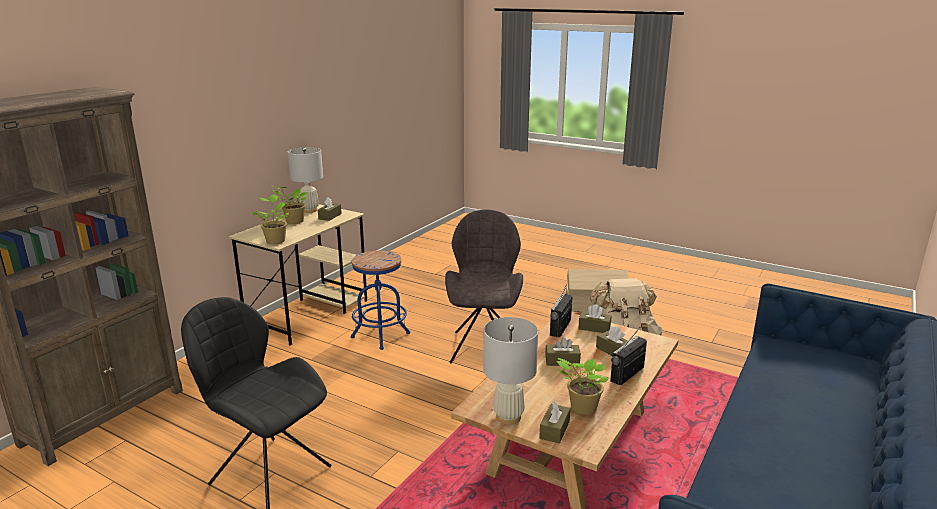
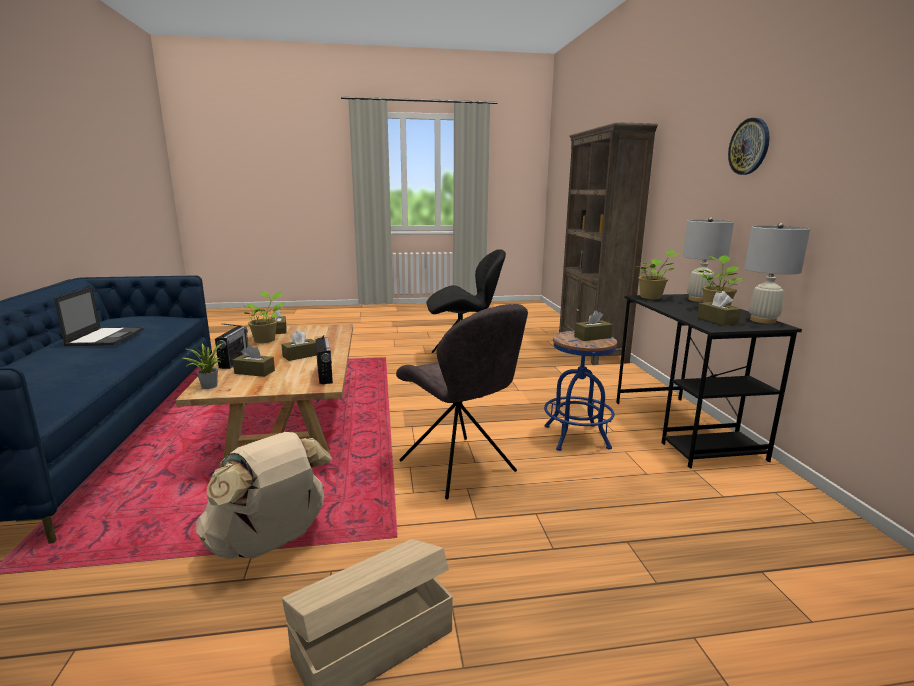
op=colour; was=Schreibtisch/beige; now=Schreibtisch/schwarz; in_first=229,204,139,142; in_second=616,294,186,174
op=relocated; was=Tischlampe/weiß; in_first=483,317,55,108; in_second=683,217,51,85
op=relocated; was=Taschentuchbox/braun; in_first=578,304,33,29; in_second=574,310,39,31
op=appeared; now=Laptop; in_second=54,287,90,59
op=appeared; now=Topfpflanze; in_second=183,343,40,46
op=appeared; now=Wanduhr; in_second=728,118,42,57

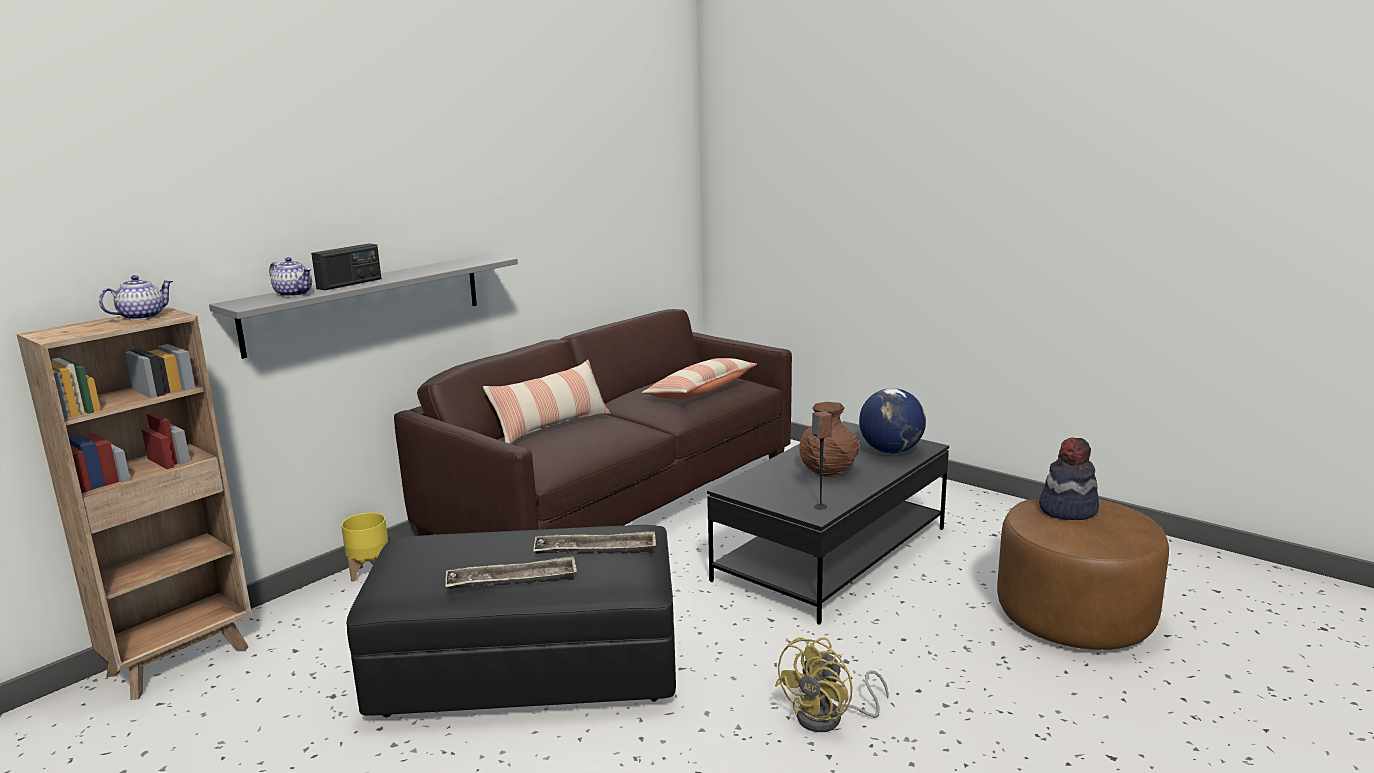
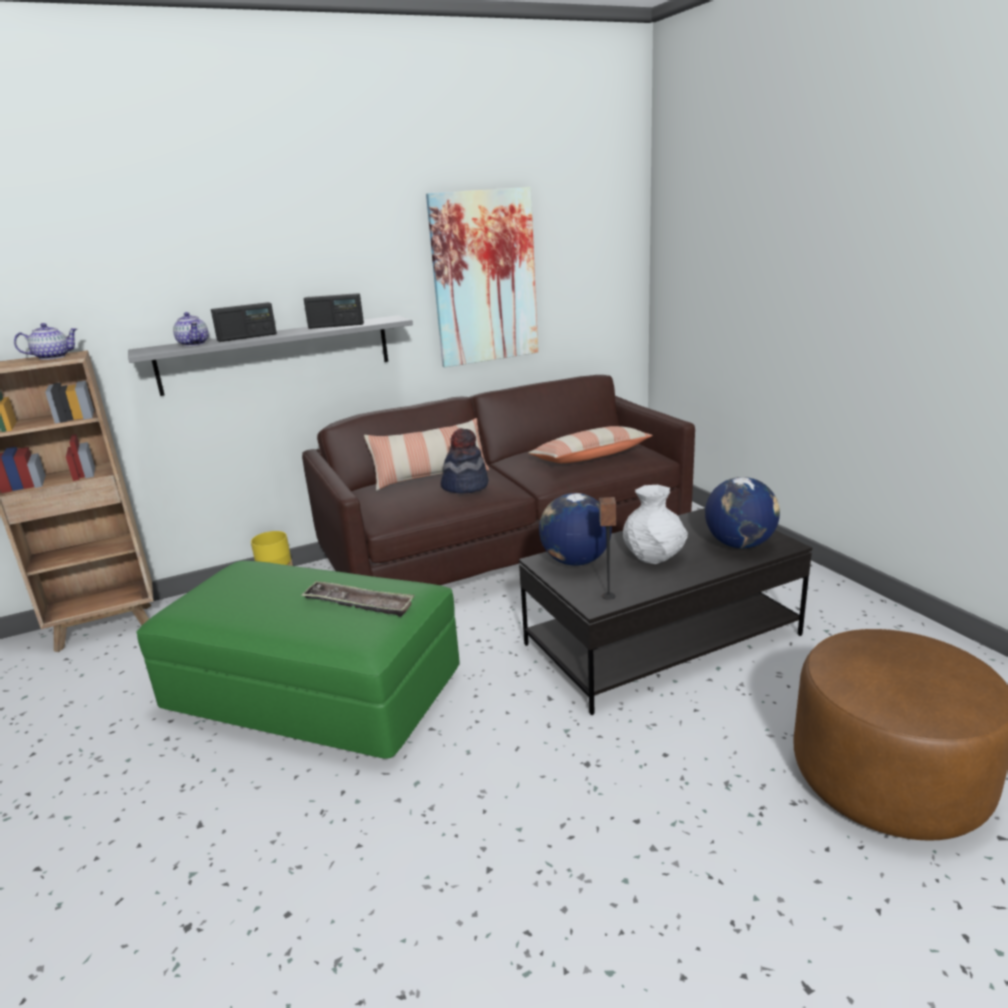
op=colour; was=Polsterhocker/schwarz; now=Polsterhocker/grün; in_first=346,525,330,192; in_second=136,561,324,198
op=missing; was=Tablett; in_first=445,556,132,33
op=missing; was=Ventilator/gelb; in_first=775,637,114,95
op=colour; was=Vase/braun; now=Vase/weiß; in_first=799,402,61,74; in_second=623,485,65,79
op=relocated; was=Hut; in_first=1039,437,60,83; in_second=441,428,48,66
op=appeared; now=Radio; in_second=304,293,60,36
op=appeared; now=Bild; in_second=426,187,112,180
op=appeared; now=Globus; in_second=539,493,73,73

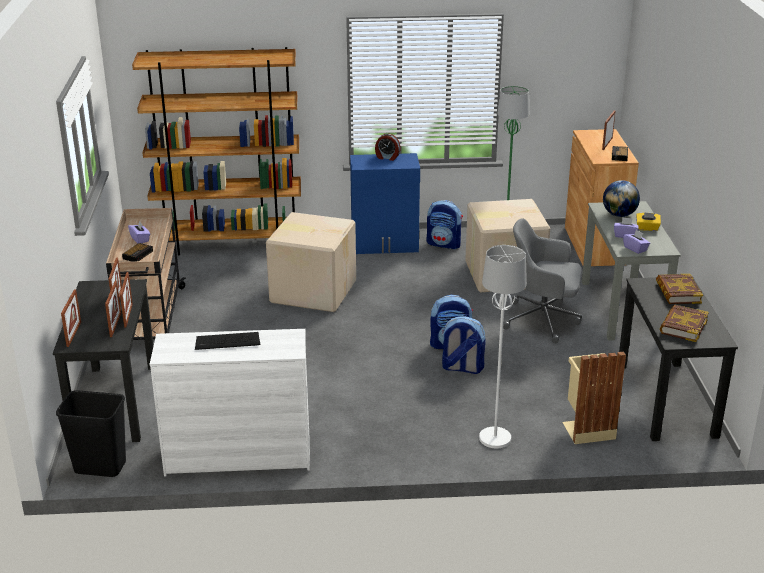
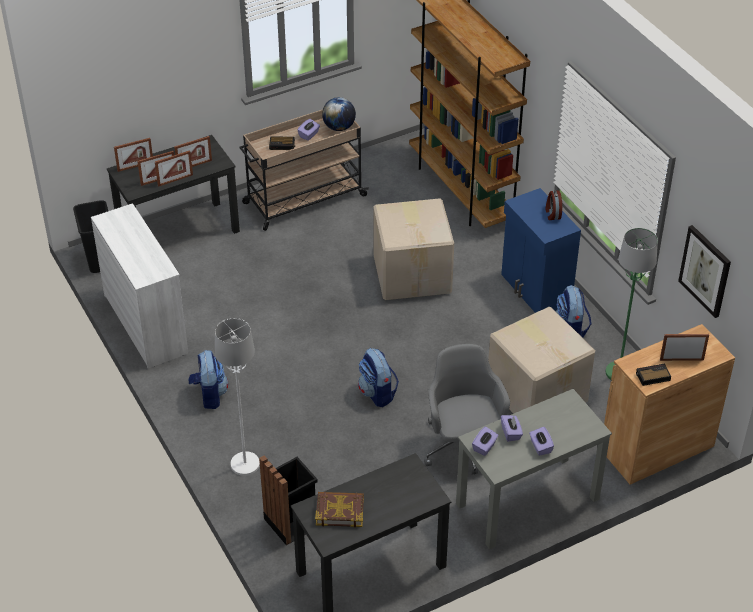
op=missing; was=Tastatur; in_first=195,332,66,18
op=relocated; was=Rucksack; in_first=442,316,44,58; in_second=188,350,40,59
op=colour; was=Mülleimer/beige; now=Mülleimer/schwarz; in_first=562,352,64,92; in_second=259,456,59,89
op=relocated; was=Globus; in_first=603,180,37,37; in_second=322,97,34,34
op=colour; was=Taschentuchbox/gelb; now=Taschentuchbox/lila; in_first=636,212,25,19; in_second=529,427,25,29
op=missing; was=Buch; in_first=656,274,47,30
op=appeared; now=Bild; in_second=678,225,53,93

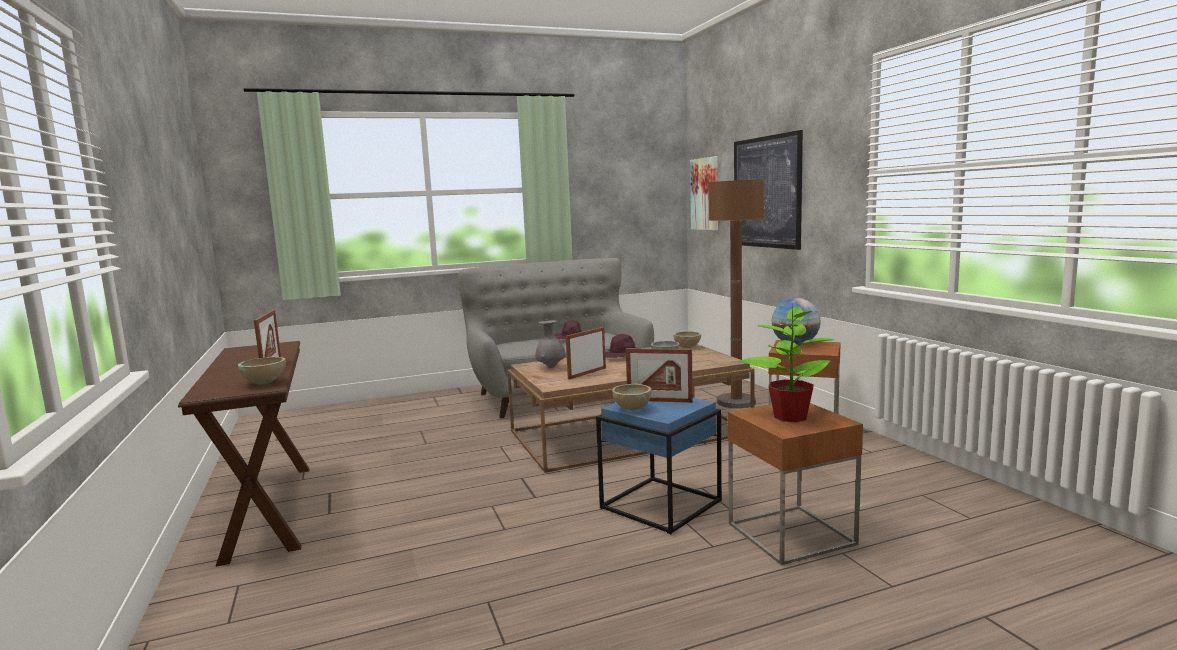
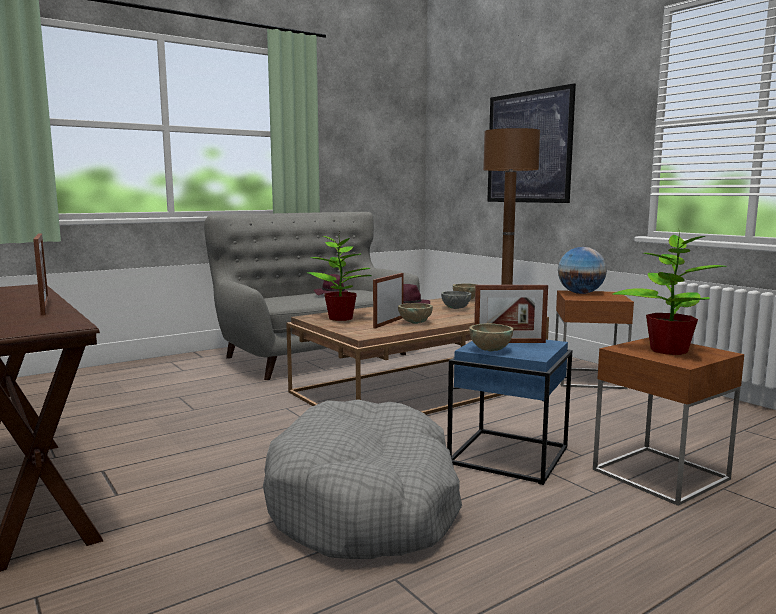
op=relocated; was=Schüssel/beige; in_first=238,357,48,27; in_second=398,303,35,21
op=exchanged; was=Vase/grau; now=Topfpflanze; in_first=535,320,31,48; in_second=307,232,65,89
op=missing; was=Bild; in_first=690,156,28,74
op=appeared; now=Hundebett/grau; in_second=263,399,199,160

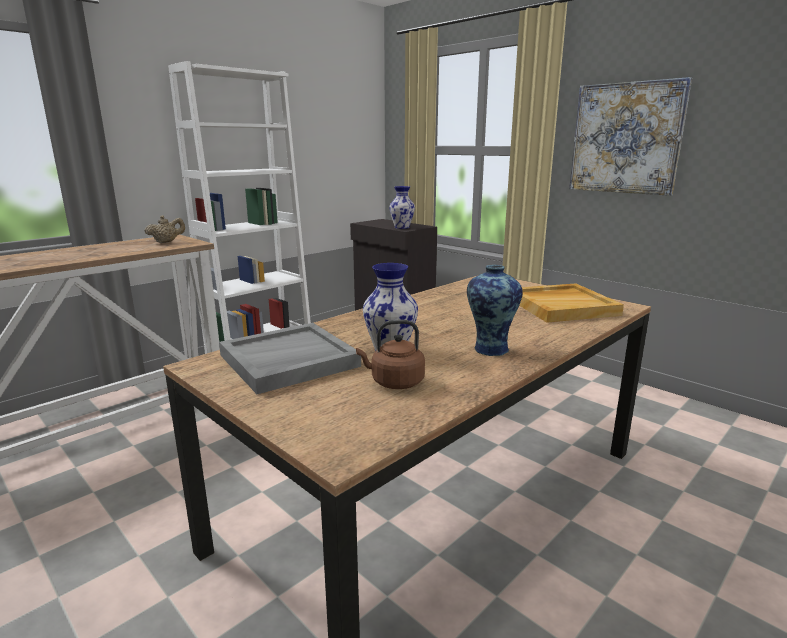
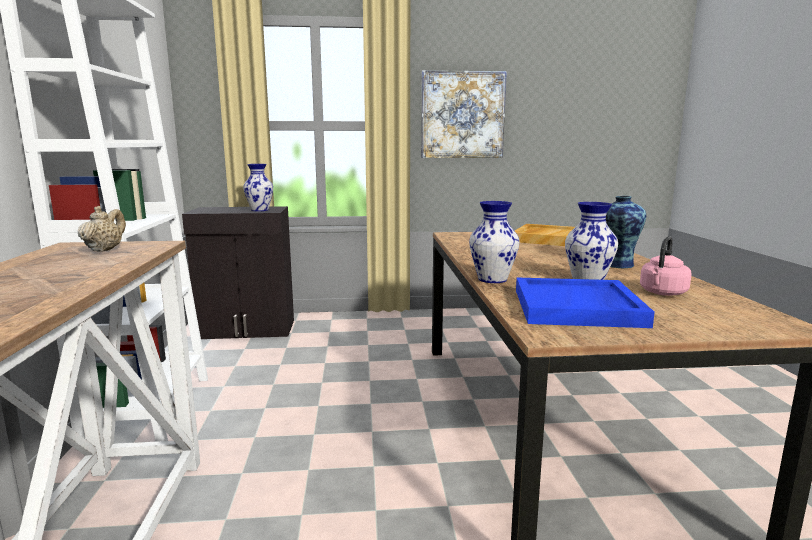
op=colour; was=Tablett/grau; now=Tablett/blau; in_first=219,323,142,71; in_second=516,278,139,50
op=colour; was=Wasserkessel/braun; now=Wasserkessel/rosa; in_first=356,320,69,69; in_second=640,236,51,60
op=appeared; now=Vase; in_second=469,201,51,82

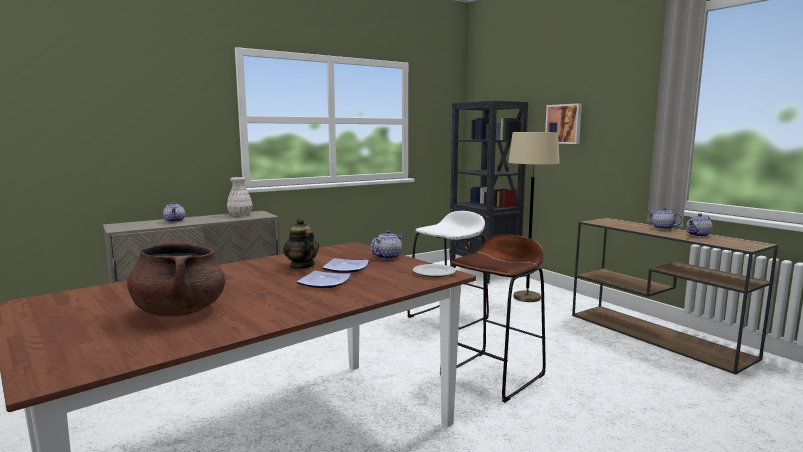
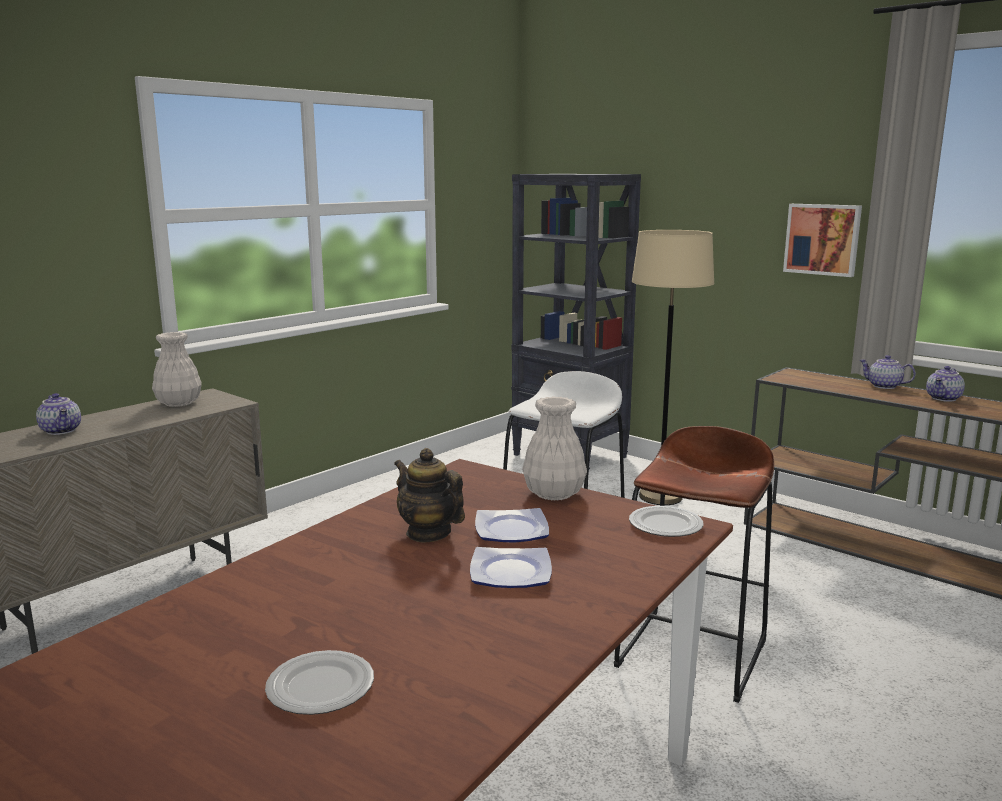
op=exchanged; was=Kochtopf/braun; now=Teller; in_first=127,240,98,77; in_second=265,650,109,65
op=exchanged; was=Teekanne; now=Vase/weiß; in_first=371,230,33,30; in_second=522,396,65,105
op=relocated; was=Bild; in_first=545,103,37,41; in_second=783,204,79,73

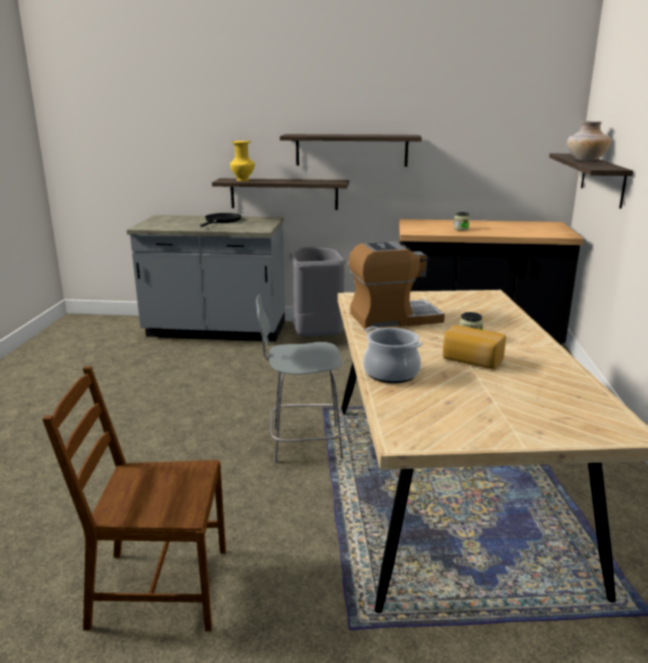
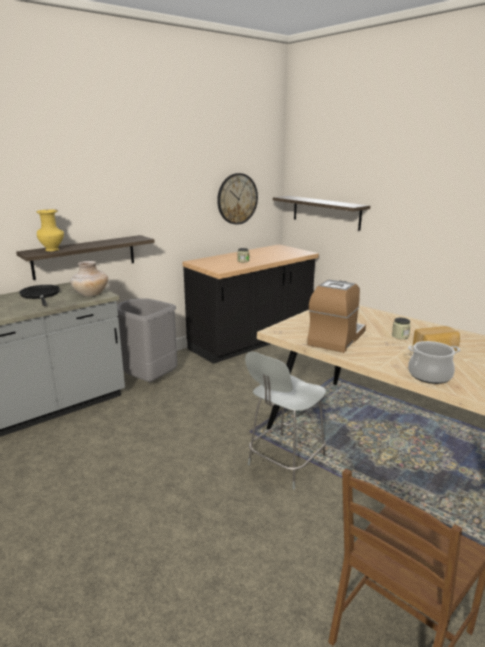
op=missing; was=Wandregal; in_first=280,134,142,33
op=relocated; was=Vase/beige; in_first=567,121,44,40; in_second=70,261,38,36
op=appeared; now=Wanduhr; in_second=217,173,41,52

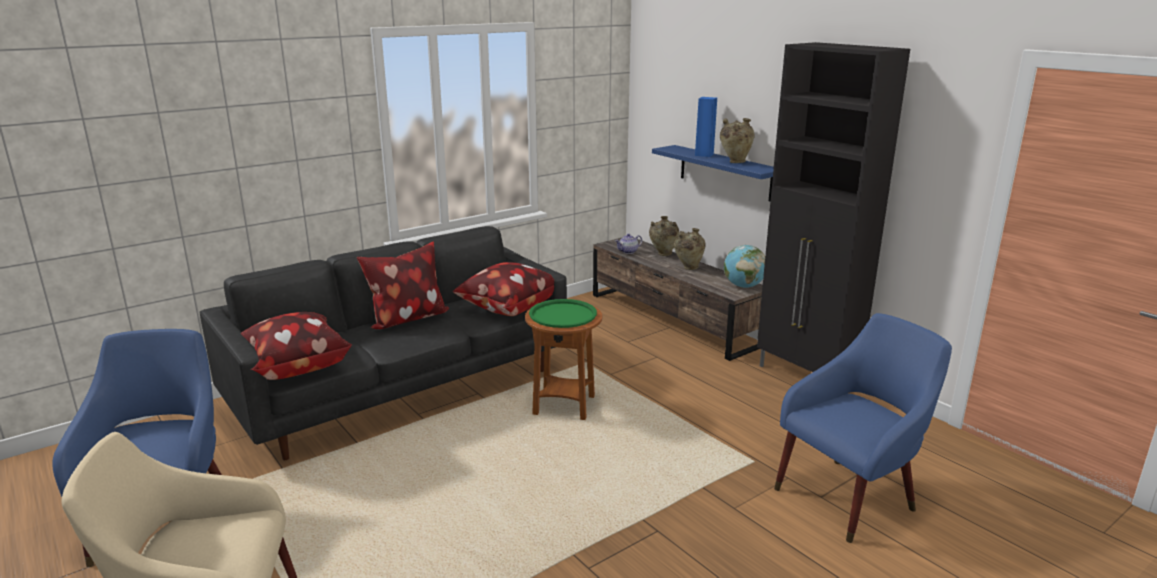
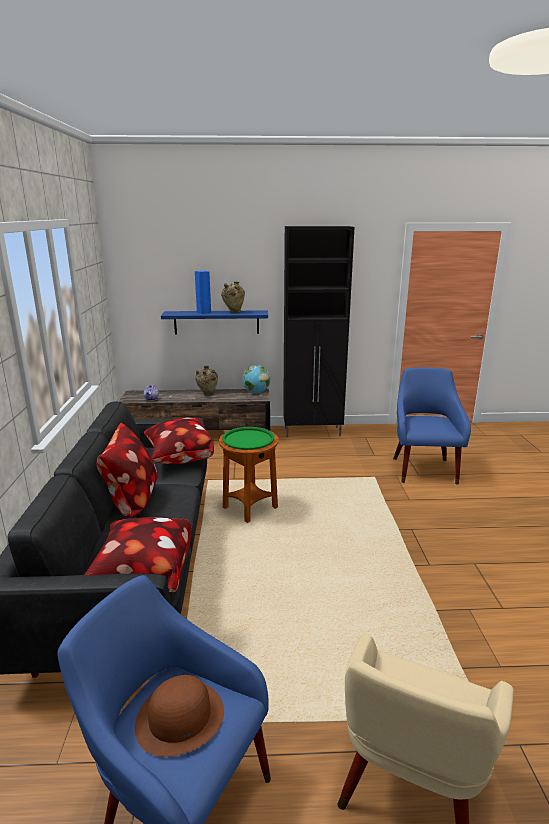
op=missing; was=Vase/beige; in_first=649,216,30,40
op=appeared; now=Hut/braun; in_second=135,675,89,82

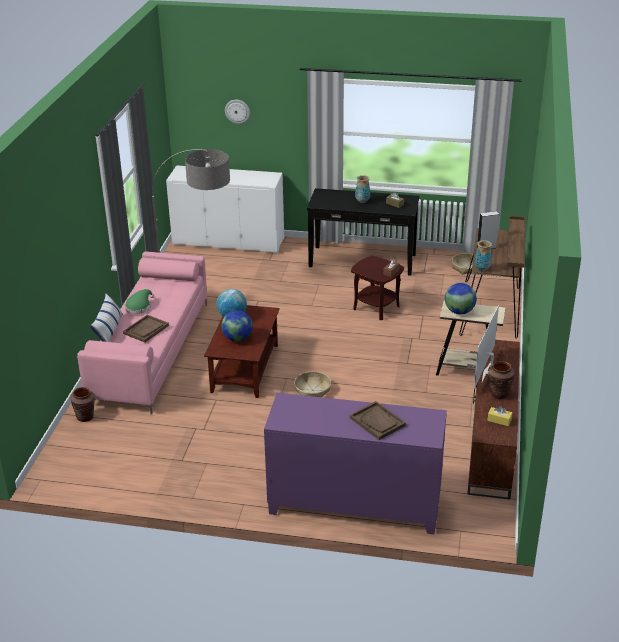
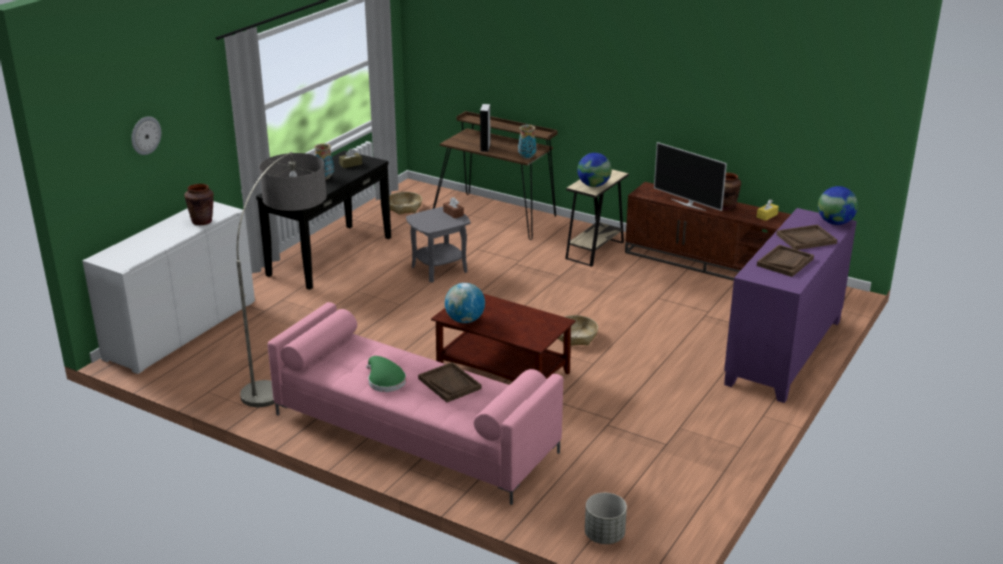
op=relocated; was=Vase/braun; in_first=70,387,25,35; in_second=184,184,30,41
op=missing; was=Kissen; in_first=90,293,33,49
op=relocated; was=Globus; in_first=221,310,32,32; in_second=818,186,40,39
op=colour; was=Beistelltisch/braun; now=Beistelltisch/grau; in_first=351,256,53,64; in_second=406,207,64,75
op=appeared; now=Pflanzkübel/grau; in_second=585,493,42,51
op=appeared; now=Tablett/braun; in_second=757,245,57,32

